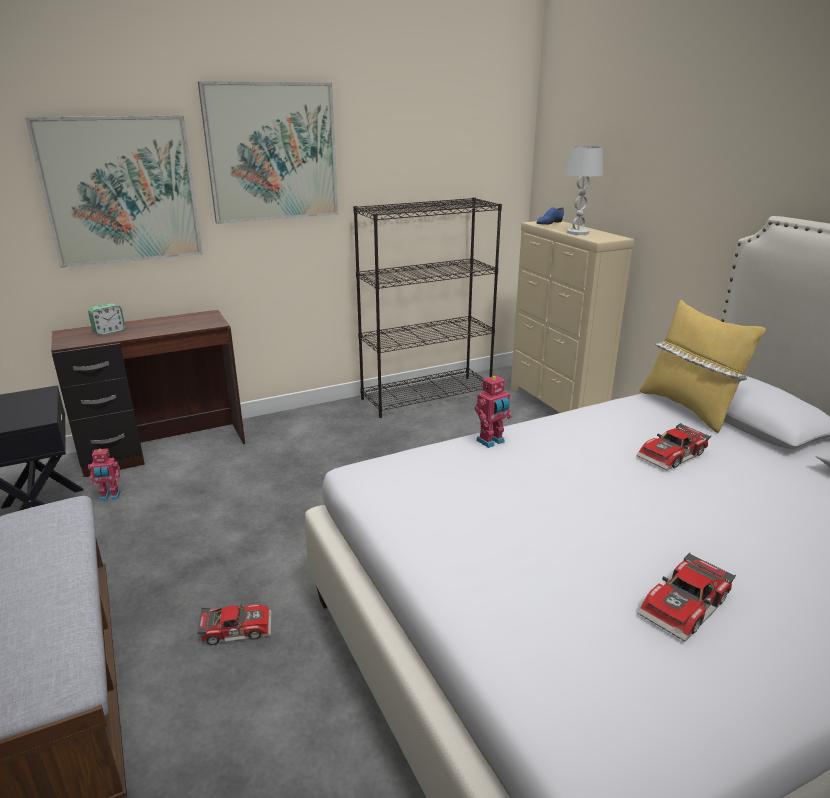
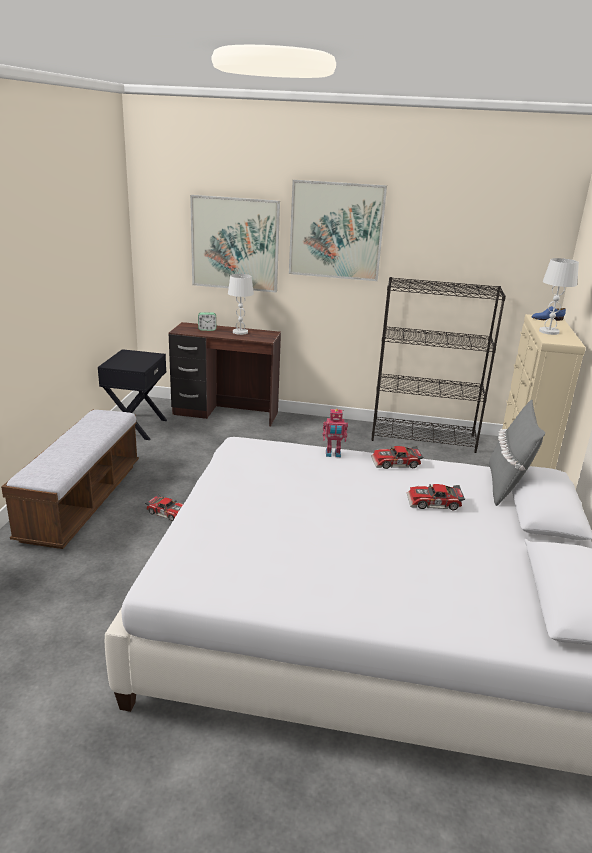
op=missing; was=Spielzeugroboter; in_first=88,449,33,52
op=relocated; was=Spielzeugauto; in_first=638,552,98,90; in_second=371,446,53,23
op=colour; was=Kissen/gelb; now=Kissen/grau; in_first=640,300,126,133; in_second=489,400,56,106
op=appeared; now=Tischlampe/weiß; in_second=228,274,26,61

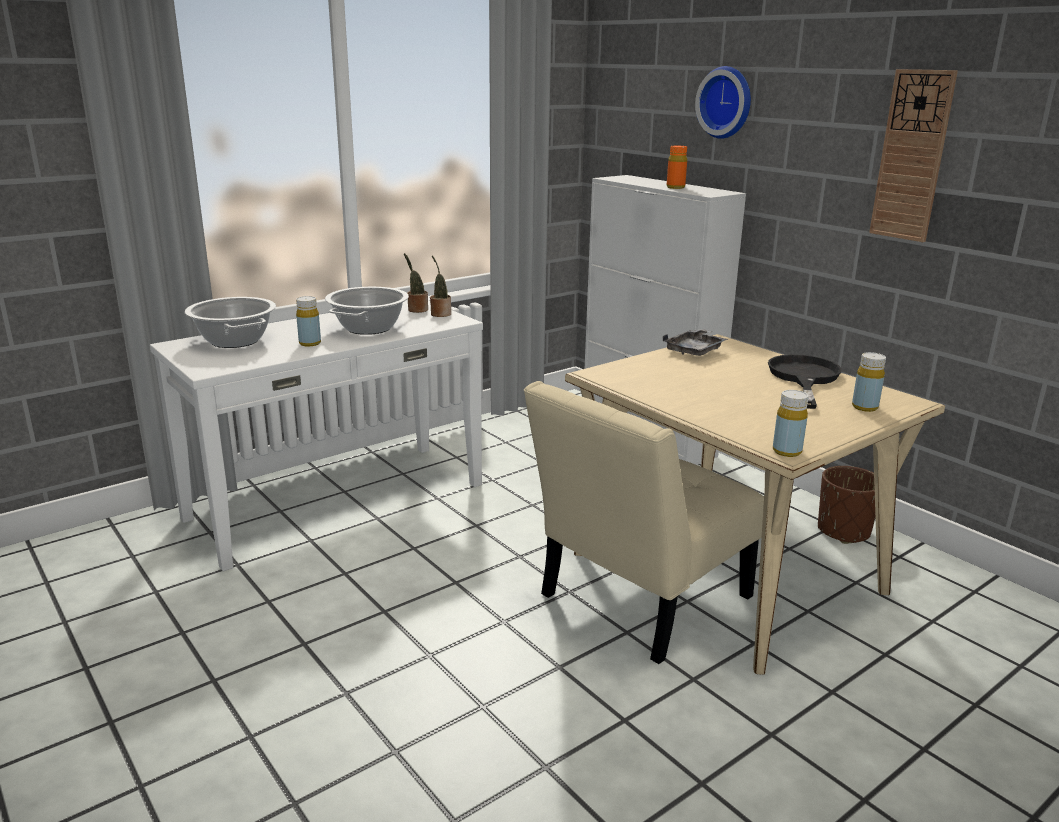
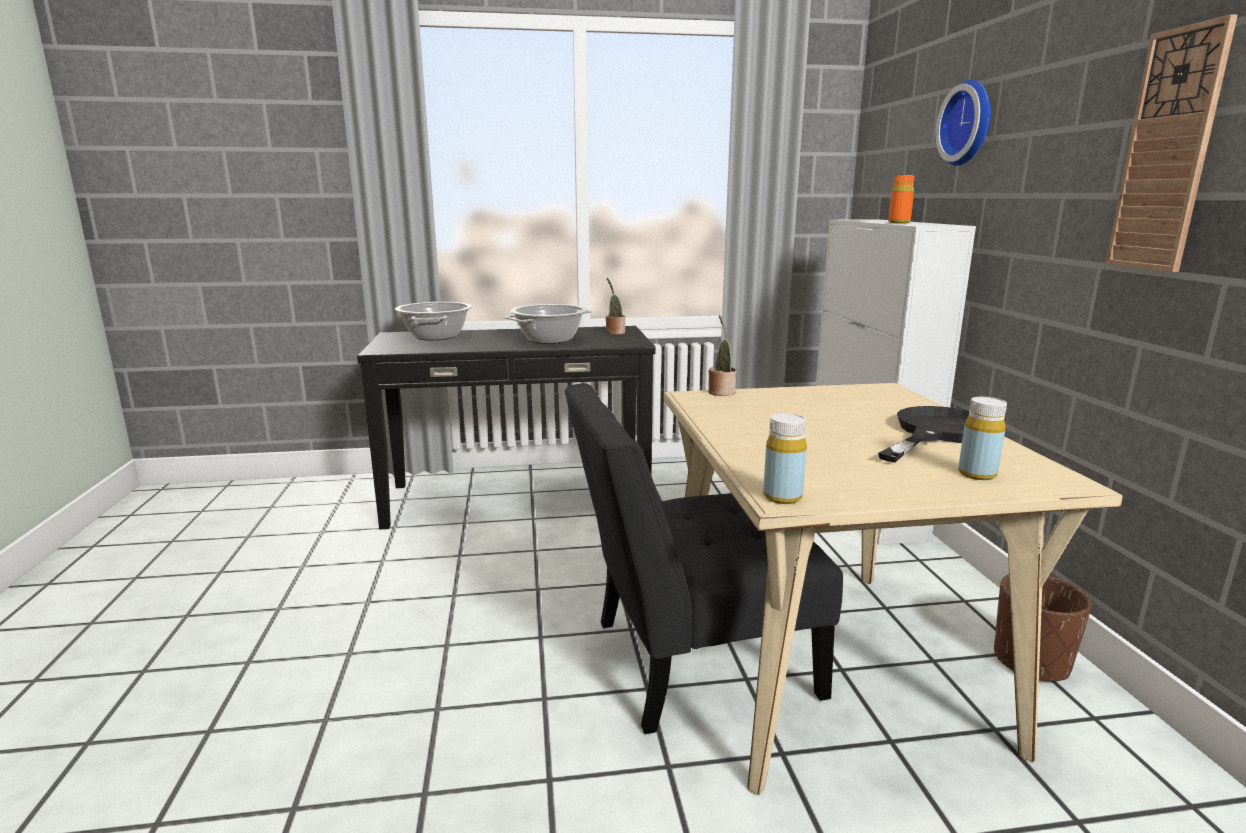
op=colour; was=Konsolentisch/weiß; now=Konsolentisch/schwarz; in_first=150,300,333,271; in_second=357,326,298,203
op=missing; was=Flasche/gelb; in_first=296,296,25,51
op=relocated; was=Topfpflanze; in_first=430,256,21,61; in_second=708,315,28,81
op=colour; was=Stuhl/beige; now=Stuhl/schwarz; in_first=524,381,240,283; in_second=565,383,278,351
op=missing; was=Tablett/grau; in_first=663,328,65,28

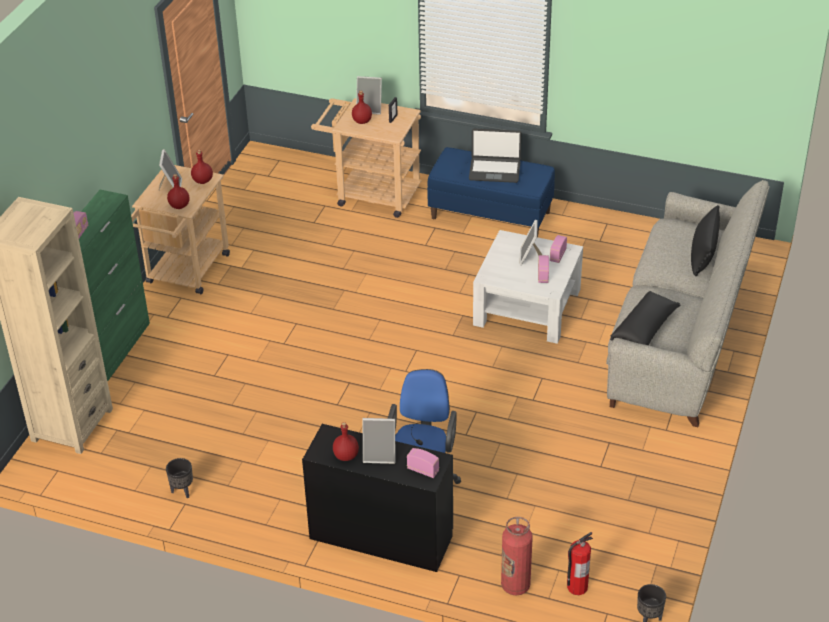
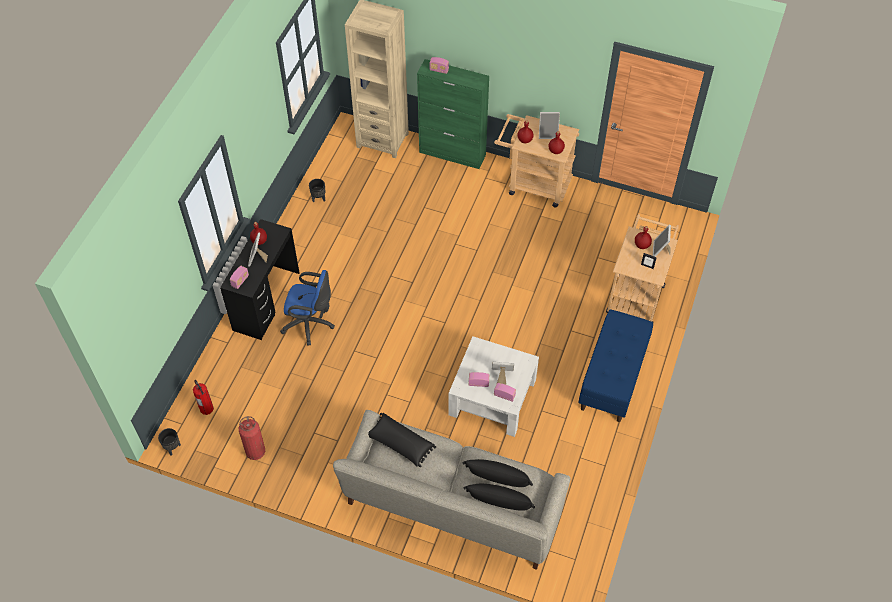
op=missing; was=Laptop; in_first=469,129,52,54
op=relocated; was=Feuerlöscher; in_first=501,517,32,78; in_second=239,416,26,44
op=appeared; now=Kissen/schwarz; in_second=463,459,70,28

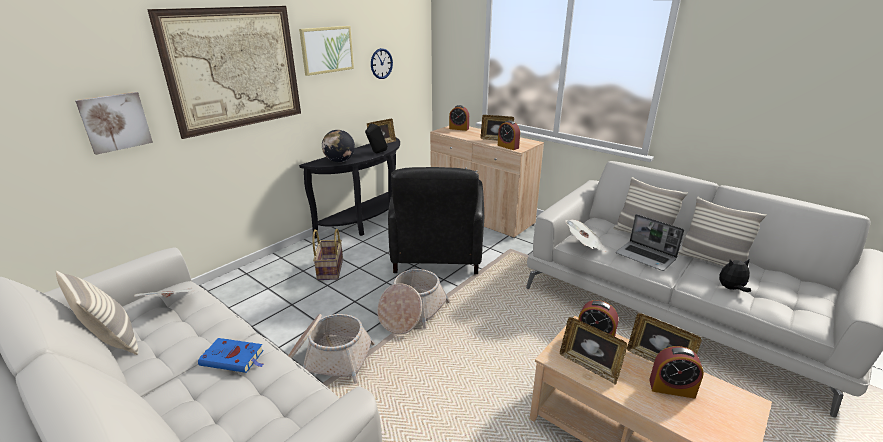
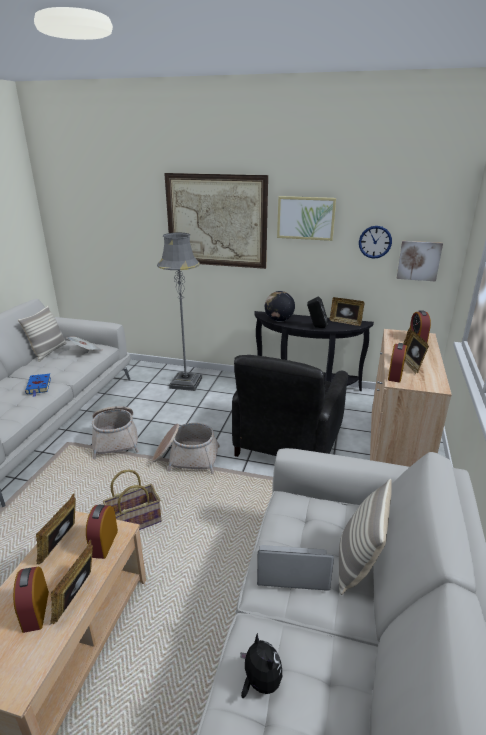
op=relocated; was=Bild; in_first=75,92,78,63; in_second=397,241,46,41
op=relocated; was=Korb; in_first=312,229,31,51; in_second=103,469,59,61
op=spun; was=Sessel/schwarz; in_first=388,167,96,107; in_second=232,355,116,102; clockwise=-45
op=missing; was=Zeitung; in_first=565,219,41,33
op=spun; was=Laptop; in_first=616,214,68,57; in_second=257,545,77,46; clockwise=75
op=missing; was=Kissen; in_first=678,197,89,69
op=appeared; now=Stehlampe/grau; in_second=157,233,45,158

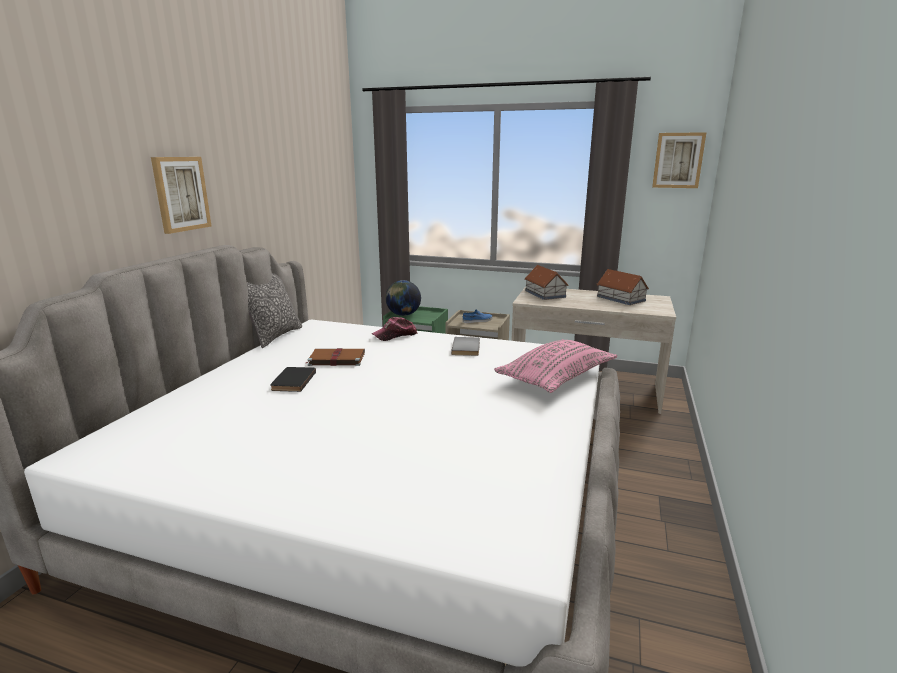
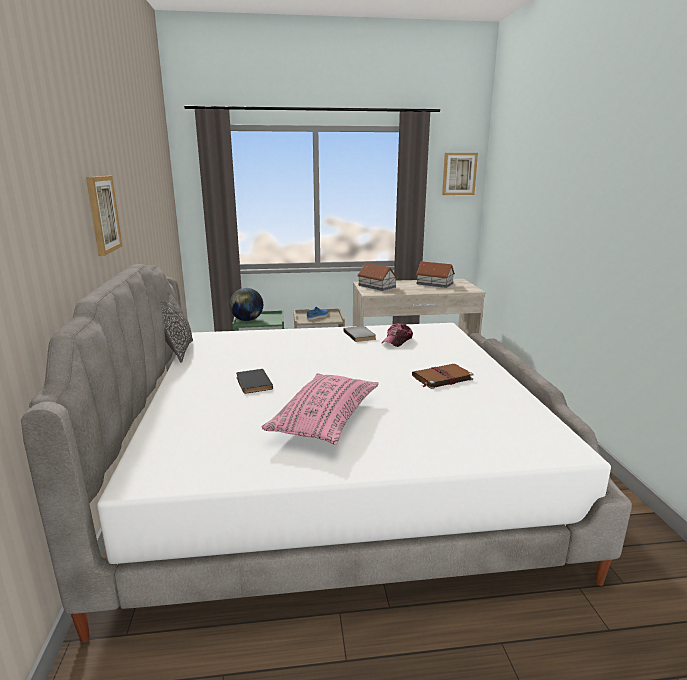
op=relocated; was=Buch/braun; in_first=306,348,59,18; in_second=412,364,61,25
op=relocated; was=Kappe; in_first=372,317,46,24; in_second=381,323,32,24
op=relocated; was=Kissen/rosa; in_first=494,339,123,54; in_second=262,373,116,72

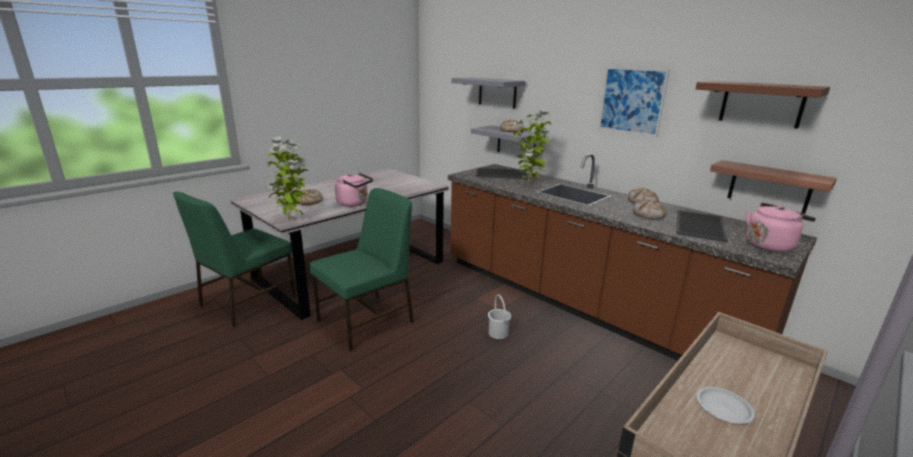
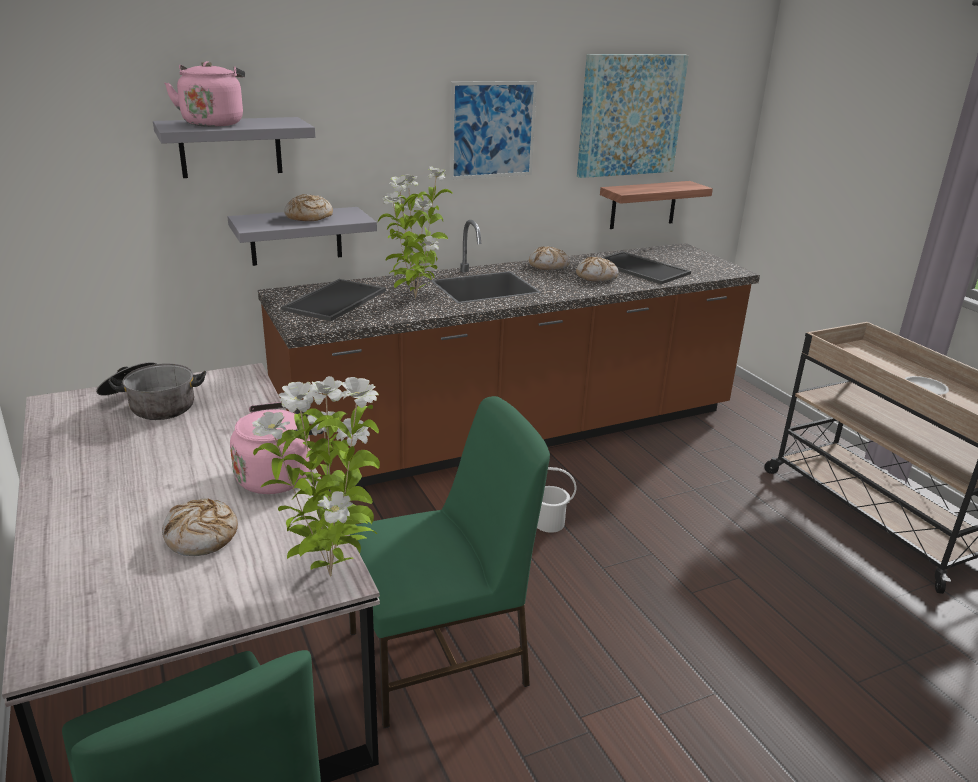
op=spun; was=Stuhl/grün; in_first=309,188,105,163; in_second=349,396,201,332; clockwise=90
op=exchanged; was=Wandregal/braun; now=Bild; in_first=696,81,134,48; in_second=577,54,112,124
op=relocated; was=Wasserkessel/rosa; in_first=746,203,70,49; in_second=164,61,81,66
op=appeared; now=Kochtopf; in_second=96,362,110,58

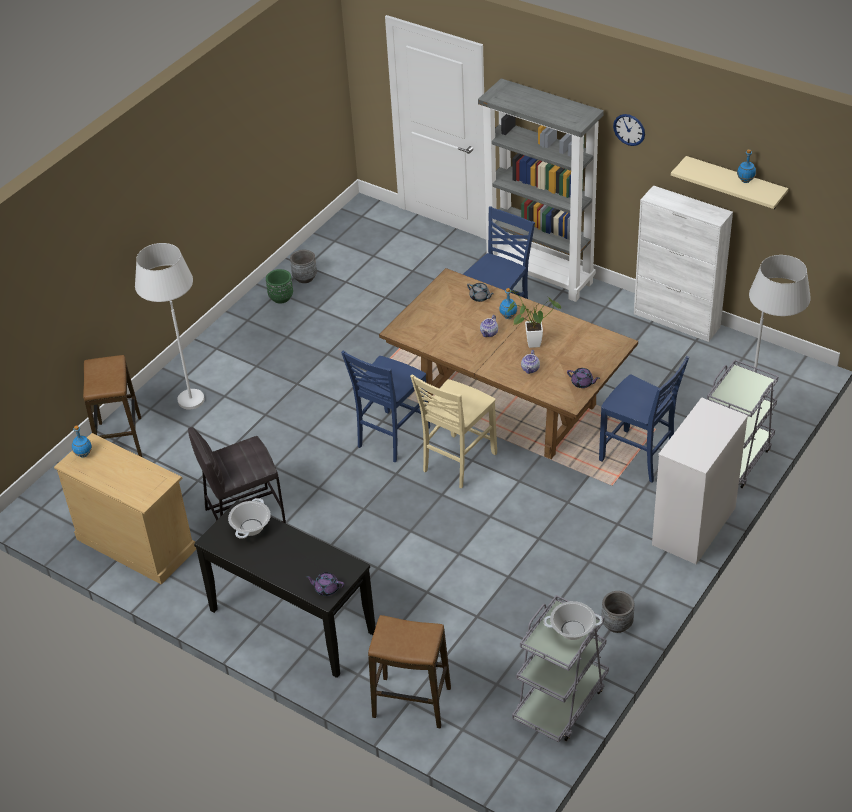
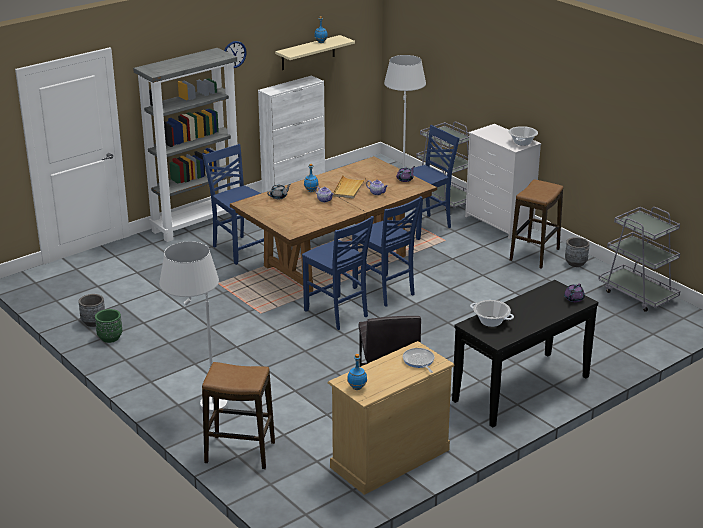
op=relocated; was=Hocker; in_first=368,615,83,113; in_second=510,179,53,90
op=colour; was=Stuhl/beige; now=Stuhl/blau; in_first=410,374,87,114; in_second=352,196,71,111
op=exchanged; was=Topfpflanze; now=Tablett/beige; in_first=507,290,54,58; in_second=333,175,33,24
op=relocated; was=Kochtopf; in_first=544,601,59,39; in_second=508,126,30,20
op=appeared; now=Pfanne; in_second=403,348,32,25

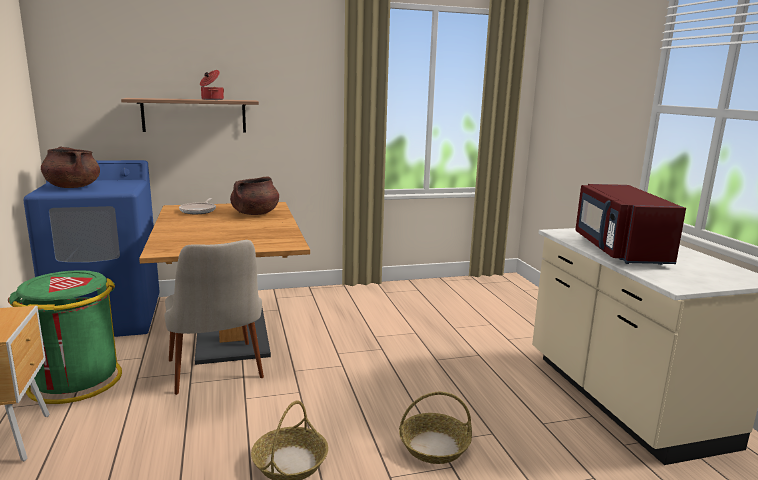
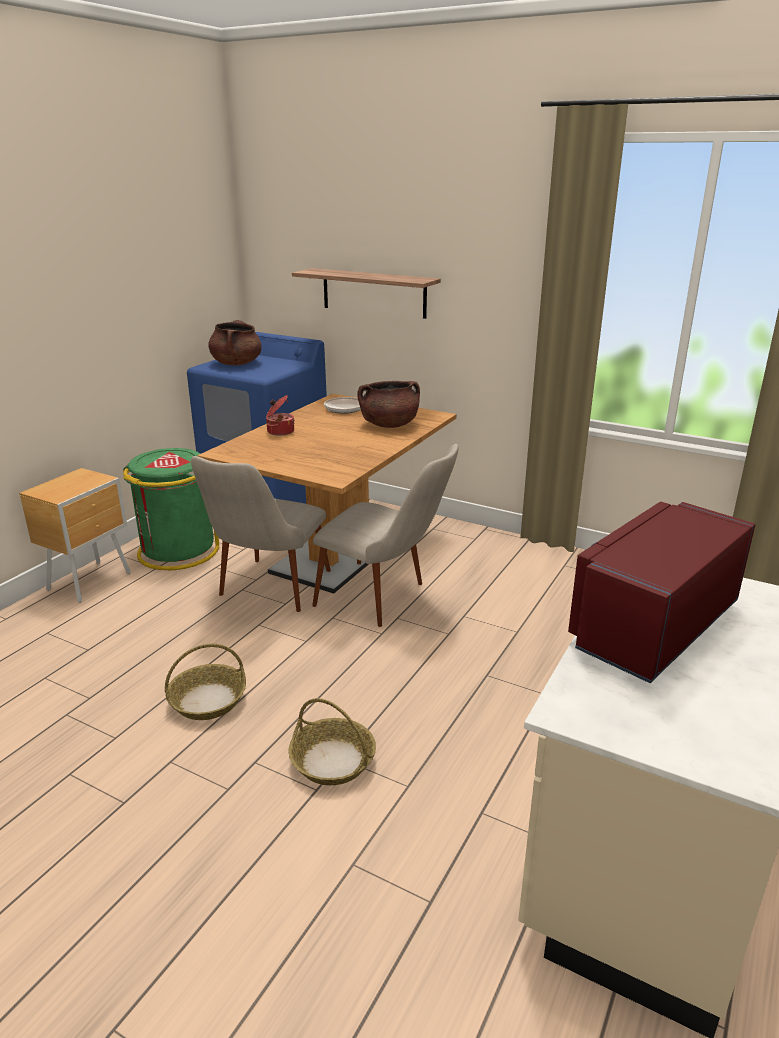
op=relocated; was=Kochtopf; in_first=200,70,24,30; in_second=266,395,29,41
op=appeared; now=Stuhl/beige; in_second=312,444,146,183

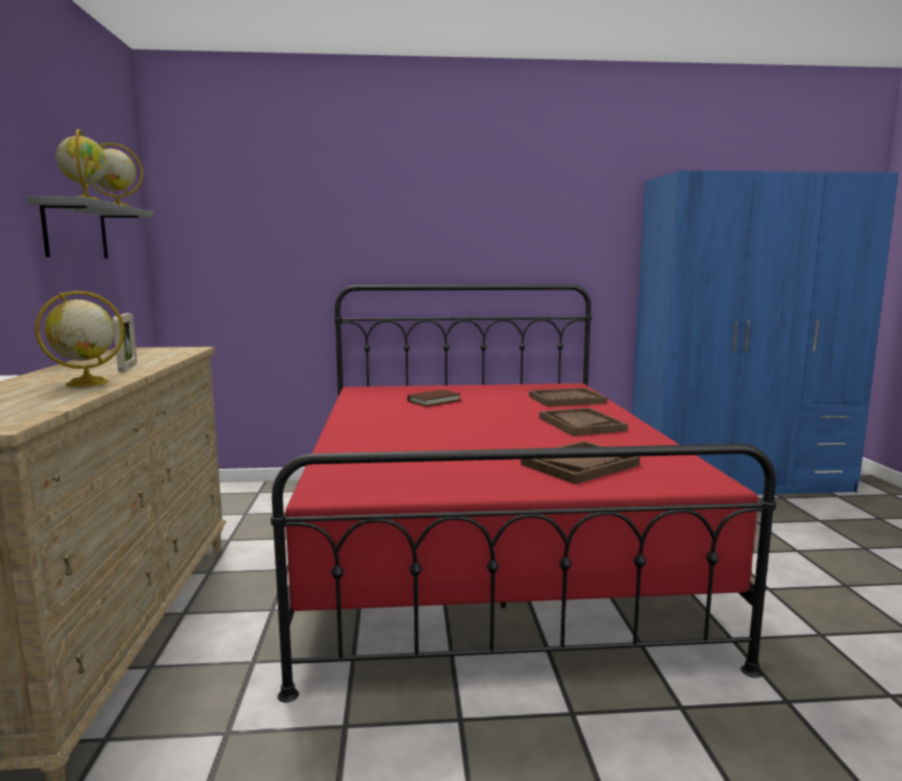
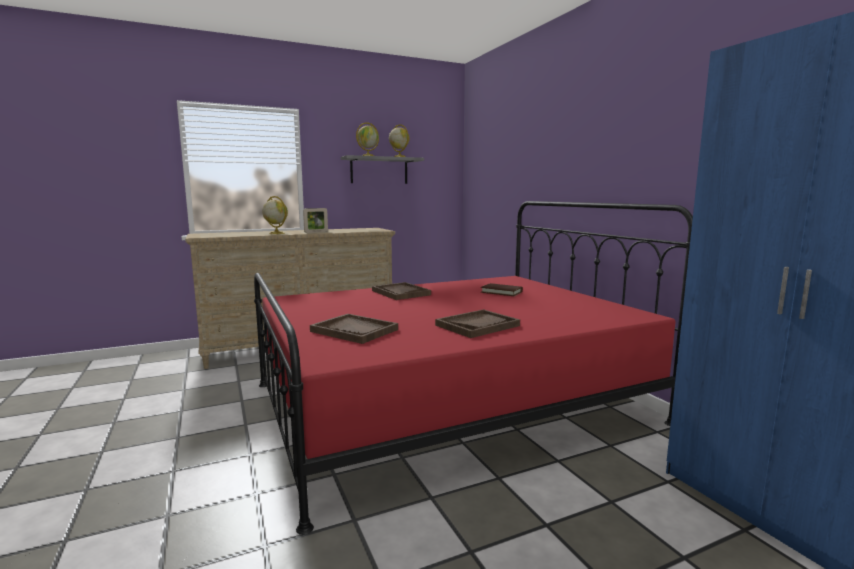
op=relocated; was=Tablett/braun; in_first=529,388,78,19; in_second=372,282,59,18

